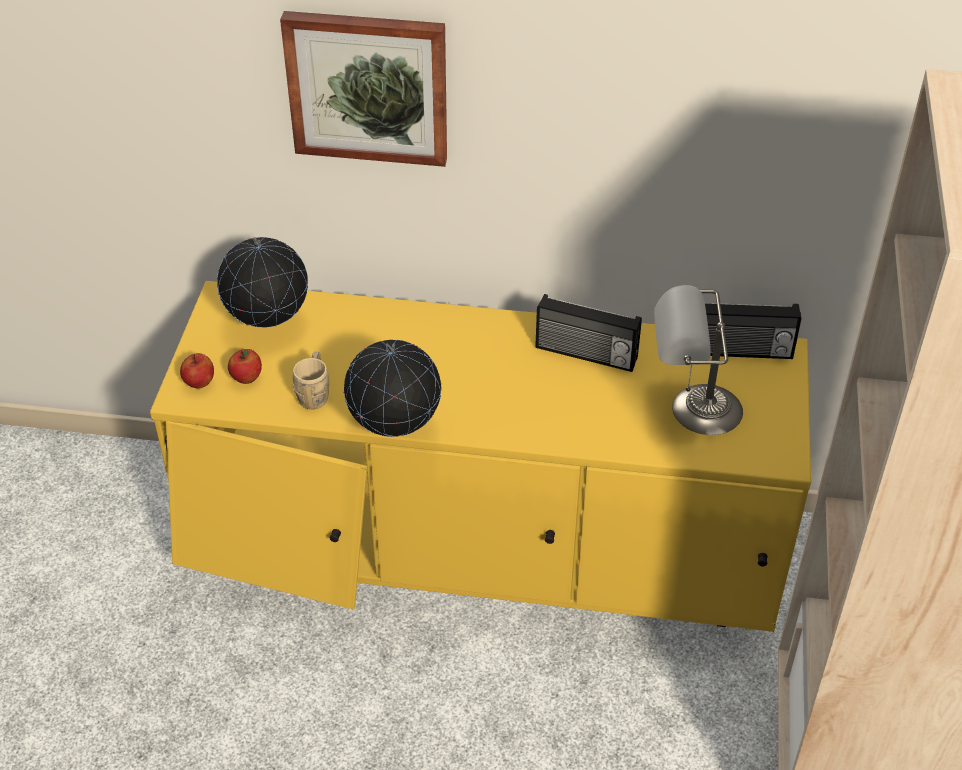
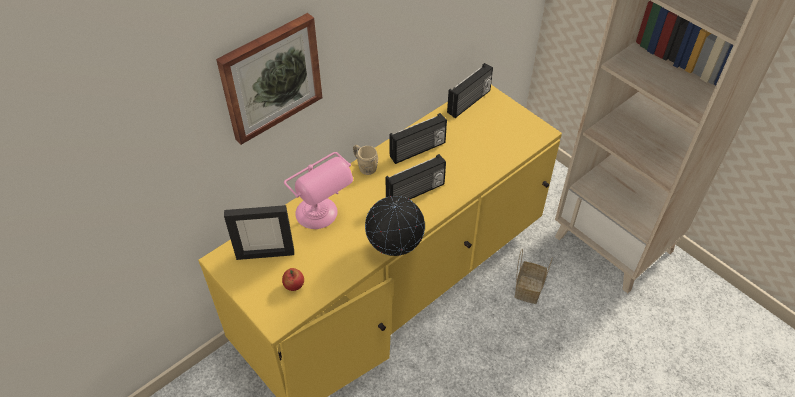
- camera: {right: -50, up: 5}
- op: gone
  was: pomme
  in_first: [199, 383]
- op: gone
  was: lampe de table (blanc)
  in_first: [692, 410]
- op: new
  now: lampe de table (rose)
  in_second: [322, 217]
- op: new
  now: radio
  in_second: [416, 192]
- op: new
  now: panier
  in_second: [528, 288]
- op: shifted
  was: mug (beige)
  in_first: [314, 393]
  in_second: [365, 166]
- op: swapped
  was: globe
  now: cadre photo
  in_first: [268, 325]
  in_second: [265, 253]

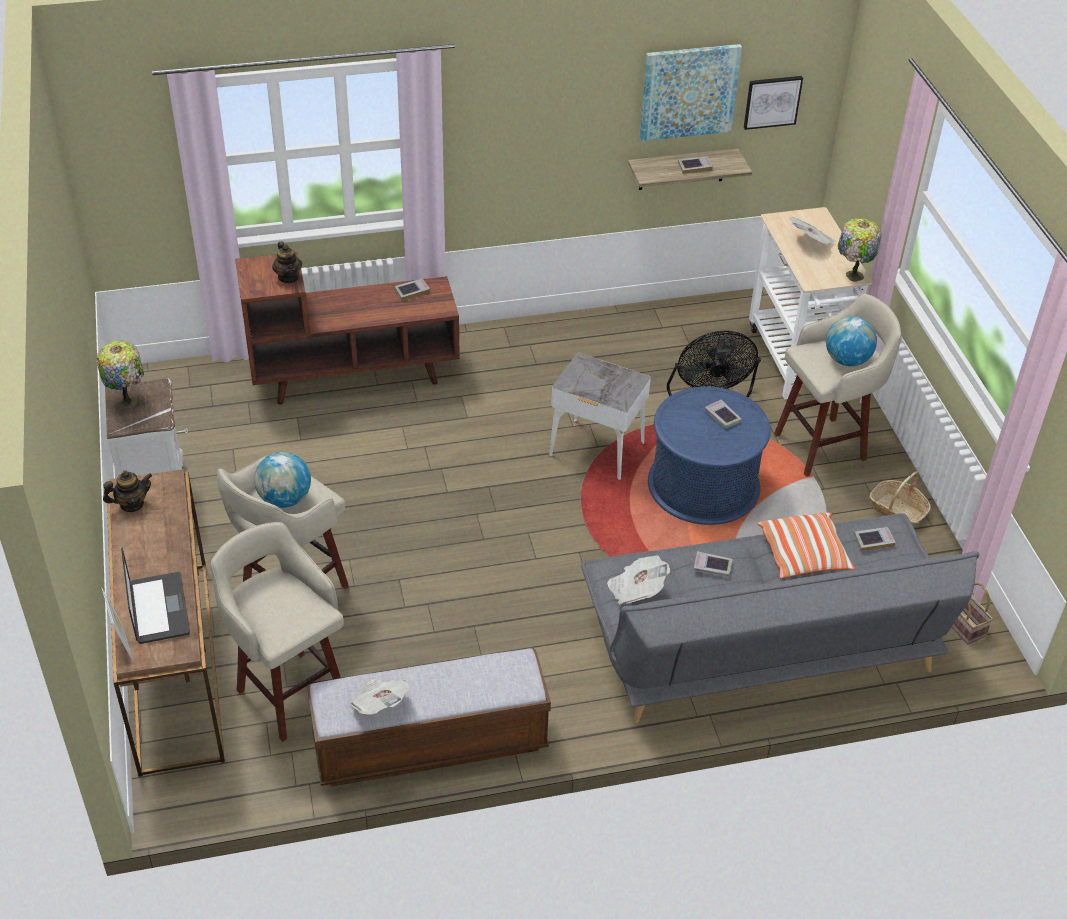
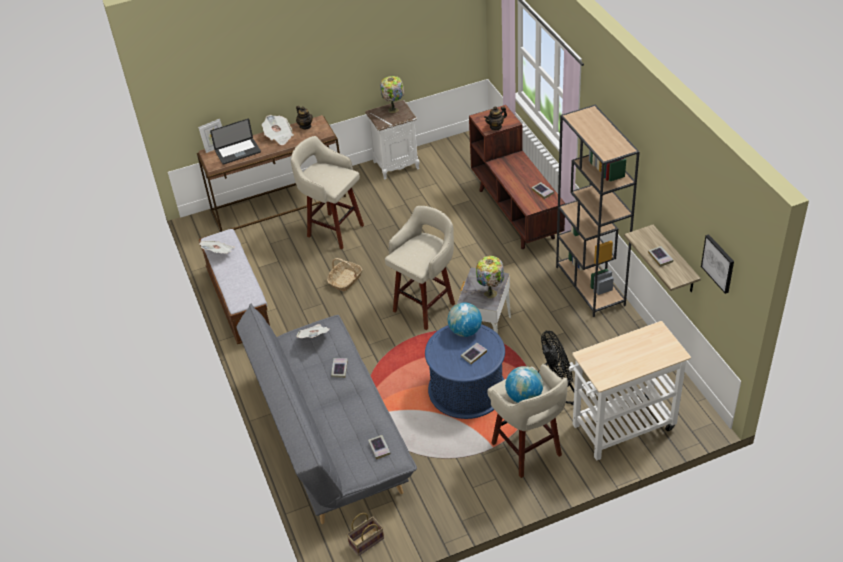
- camera: {right: 85, up: 0}
- op: gone
  was: tableau
  in_first: [689, 91]
- op: gone
  was: coussin
  in_first: [804, 555]
- op: new
  now: bibliothèque
  in_second: [590, 286]
- op: shifted
  was: tabouret (beige)
  in_first: [289, 692]
  in_second: [426, 306]
- op: shifted
  was: globe
  in_first: [285, 499]
  in_second: [465, 331]
- op: shifted
  was: journal
  in_first: [811, 242]
  in_second: [279, 136]
- op: shifted
  was: lampe de table
  in_first: [853, 275]
  in_second: [491, 293]
- op: shifted
  was: panier
  in_first: [897, 510]
  in_second: [345, 280]

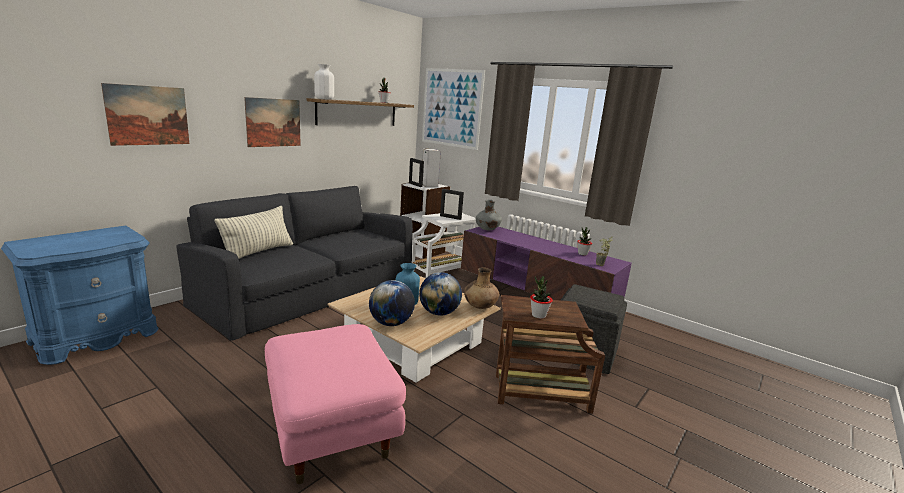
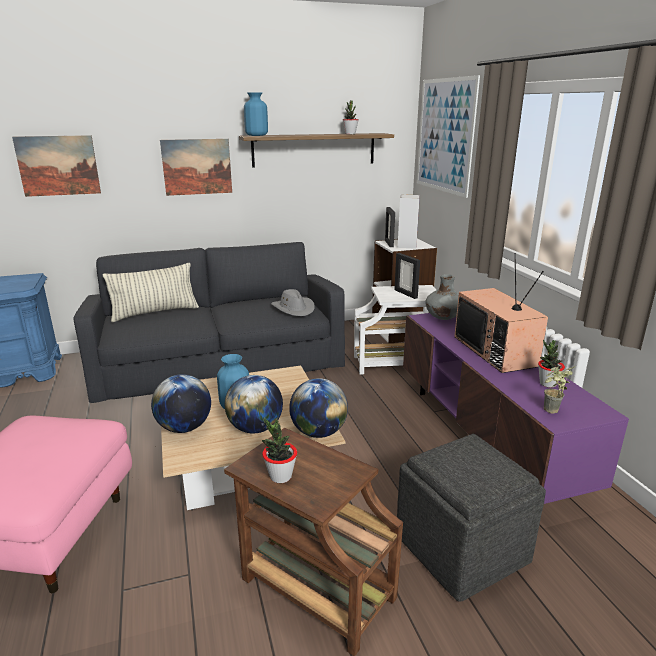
- camera: {right: 35, up: 5}
- op: new
  now: chapeau (gris)
  in_second: [293, 308]
- op: new
  now: téléviseur
  in_second: [496, 351]
- op: swapped
  was: vase (marron)
  now: globe
  in_first: [480, 306]
  in_second: [318, 432]
- op: repainted
  was: vase (blanc)
  now: vase (bleu)
  in_first: [324, 99]
  in_second: [256, 135]

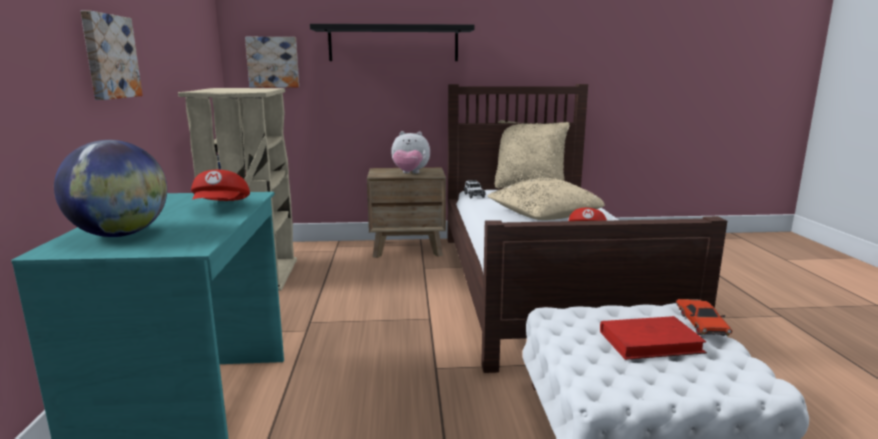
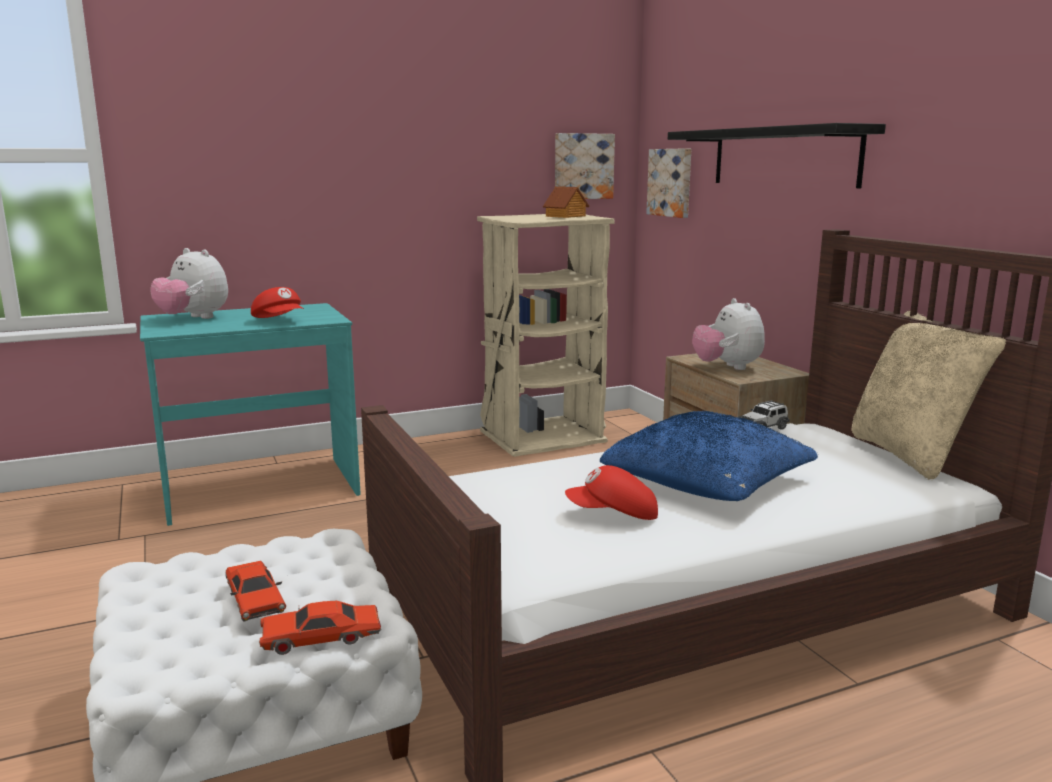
- camera: {right: 70, up: 0}
- op: new
  now: maison miniature
  in_second: [566, 216]
- op: shifted
  was: tableau
  in_first: [109, 57]
  in_second: [583, 166]
- op: swapped
  was: globe
  now: peluche
  in_first: [120, 234]
  in_second: [193, 318]
- op: swapped
  was: livre (rouge)
  now: petite voiture (rouge)
  in_first: [650, 342]
  in_second: [255, 600]
- op: repainted
  was: coussin (beige)
  now: coussin (bleu)
  in_first: [545, 214]
  in_second: [707, 480]
- op: rotated
  was: casquette (rouge)
  in_first: [222, 207]
  in_second: [280, 321]
  clockwise: -105

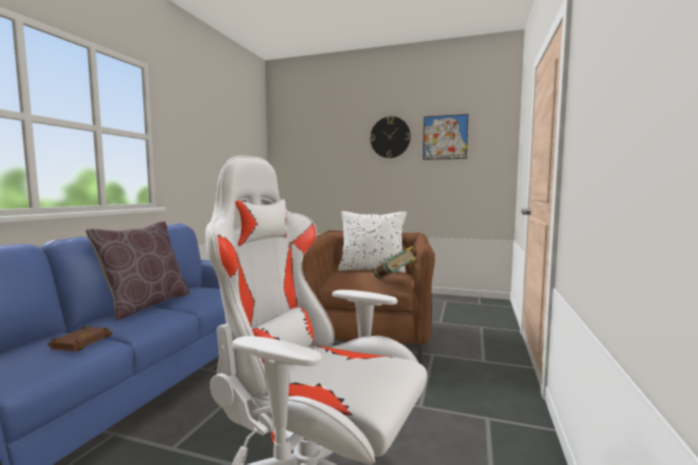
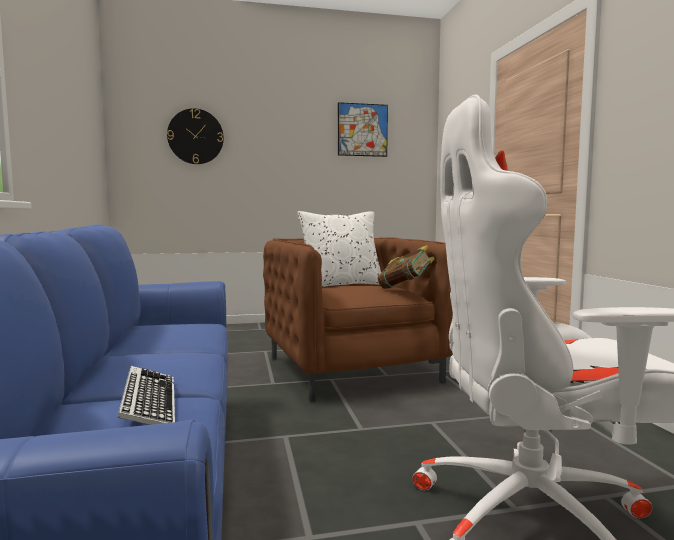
- camera: {right: -30, up: 0}
- op: gone
  was: coussin (marron)
  in_first: [146, 305]
- op: shifted
  was: horloge murale
  in_first: [390, 137]
  in_second: [195, 136]
- op: swapped
  was: livre (marron)
  now: clavier
  in_first: [81, 342]
  in_second: [149, 405]

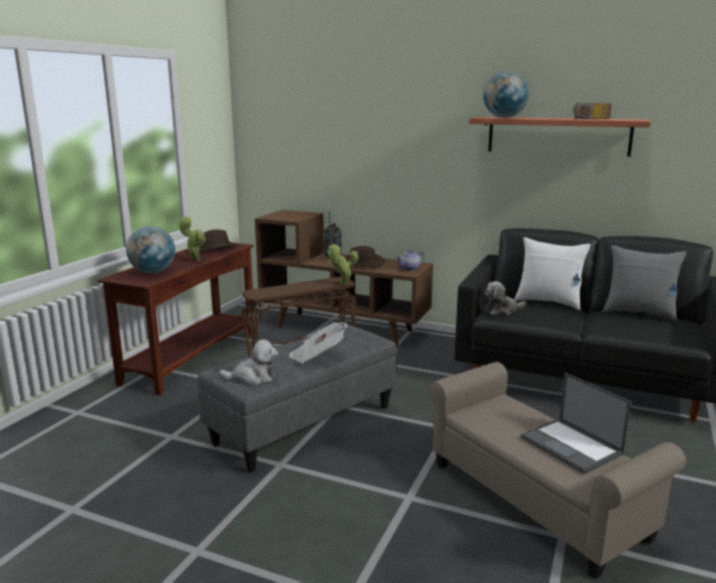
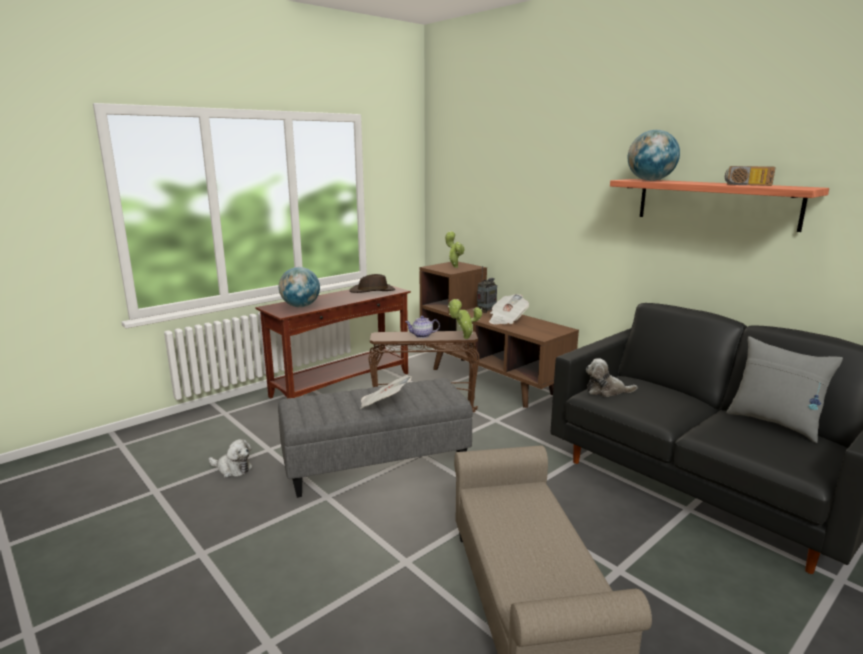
- camera: {right: 25, up: 0}
- op: gone
  was: coussin (blanc)
  in_first: [548, 303]
- op: gone
  was: ordinateur portable
  in_first: [572, 446]
- op: shifted
  was: plante en pot
  in_first: [195, 259]
  in_second: [454, 267]
- op: shifted
  was: peluche
  in_first: [253, 377]
  in_second: [232, 469]
- op: shifted
  was: théière
  in_first: [410, 269]
  in_second: [422, 335]
- op: swapped
  was: chapeau (marron)
  now: journal
  in_first: [361, 263]
  in_second: [506, 320]

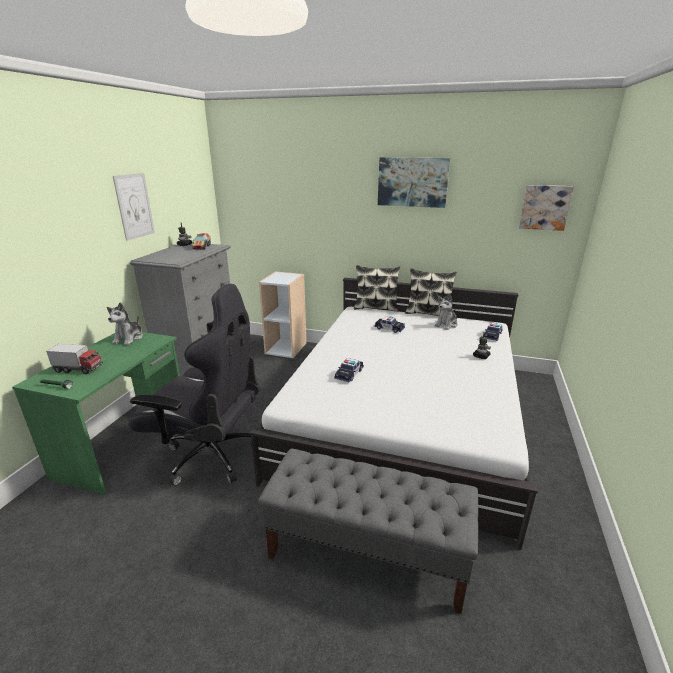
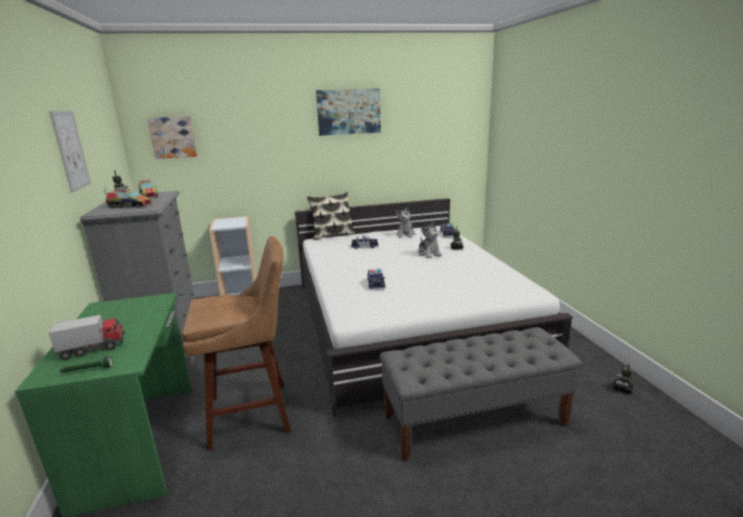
- camera: {right: -30, up: -5}
- op: gone
  was: coussin
  in_first: [428, 313]
- op: new
  now: camion jouet
  in_second: [130, 206]
- op: new
  now: robot jouet
  in_second: [622, 389]
- op: shifted
  was: peluche
  in_first: [129, 338]
  in_second: [429, 254]
- op: shifted
  was: tableau
  in_first: [544, 207]
  in_second: [173, 137]
- op: swapped
  was: chaise de bureau (noir)
  now: tabouret (marron)
  in_first: [206, 455]
  in_second: [253, 413]

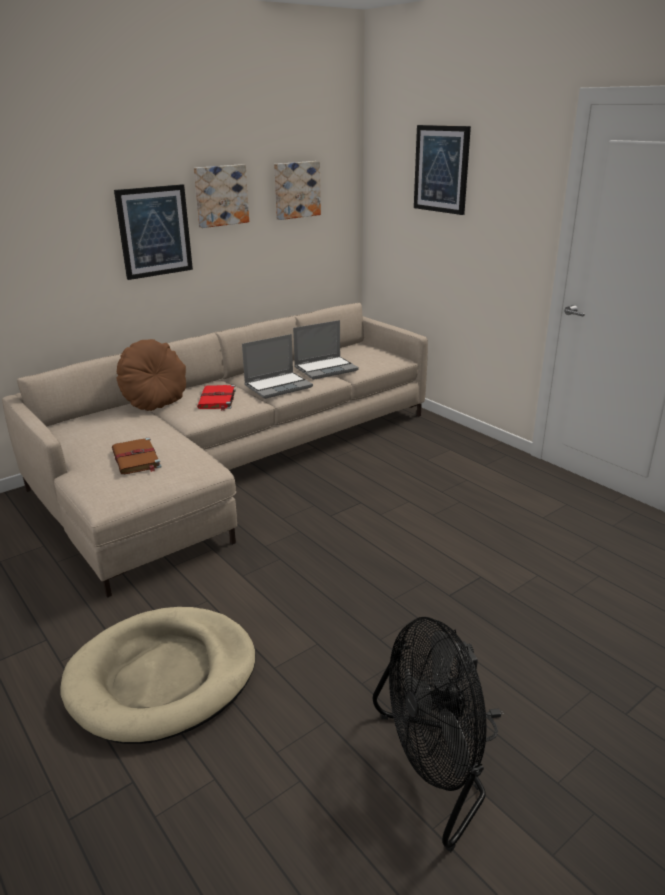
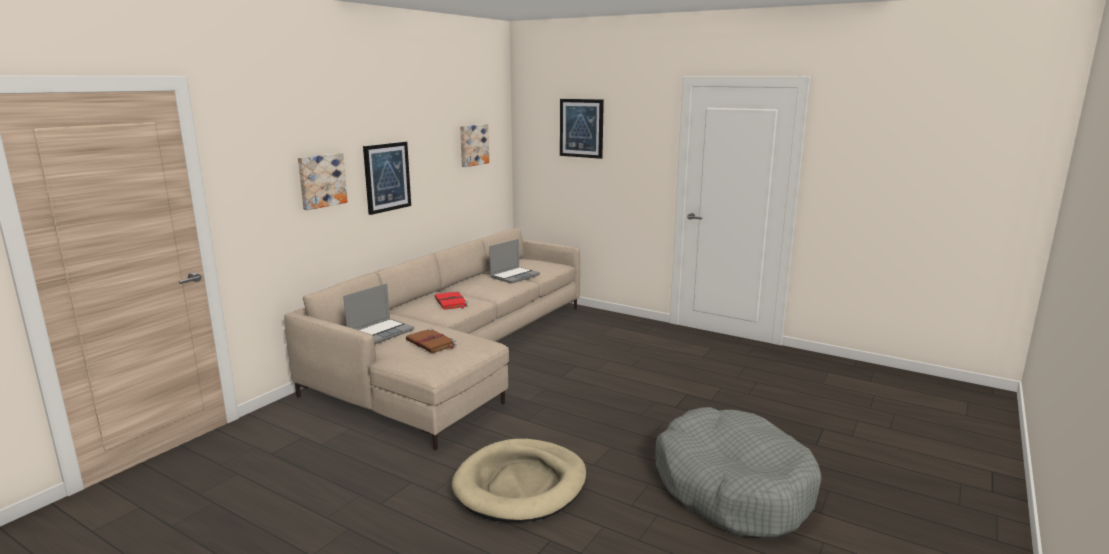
- camera: {right: -20, up: -10}
- op: gone
  was: coussin (marron)
  in_first: [156, 405]
- op: shifted
  was: tableau
  in_first: [220, 195]
  in_second: [321, 180]
- op: shifted
  was: ordinateur portable
  in_first: [278, 386]
  in_second: [380, 332]
- op: swapped
  was: ventilateur (noir)
  now: panier pour chien (gris)
  in_first: [440, 762]
  in_second: [732, 488]

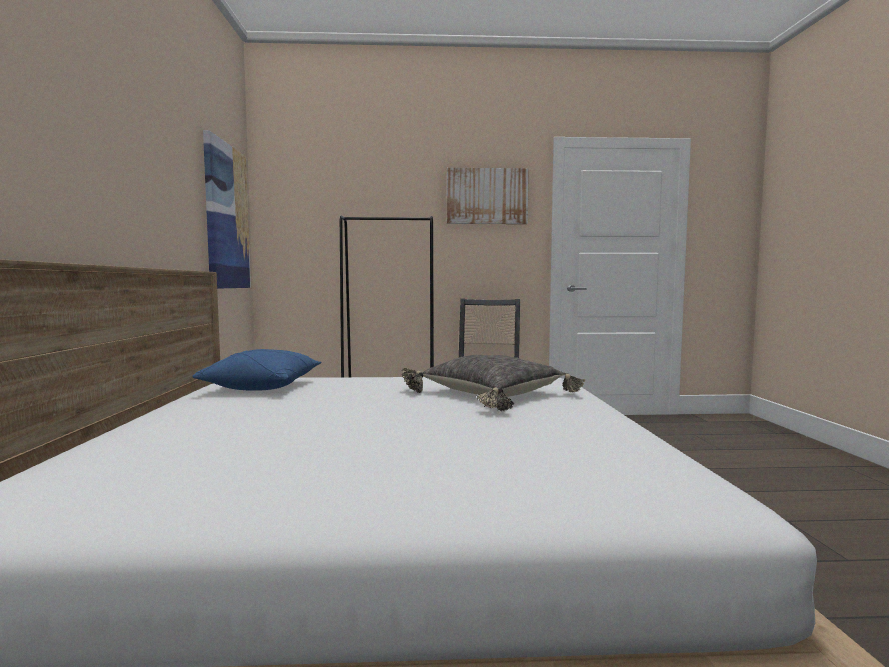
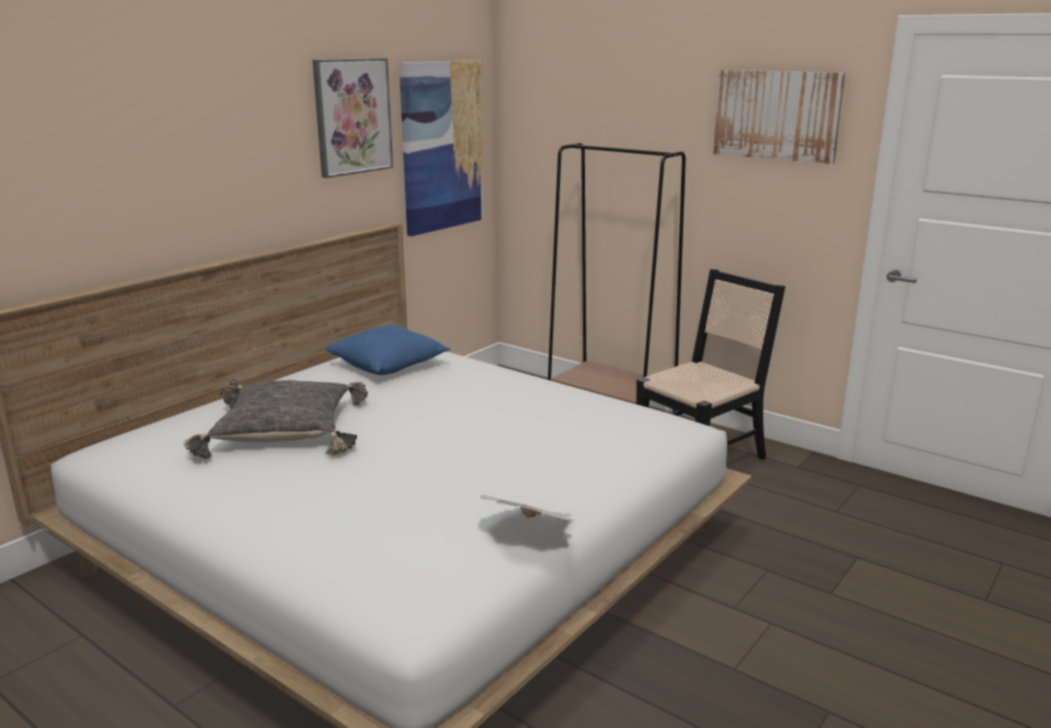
- camera: {right: 40, up: 15}
- op: new
  now: tableau
  in_second: [352, 116]
- op: new
  now: journal
  in_second: [532, 531]
- op: shifted
  was: coussin
  in_first: [492, 392]
  in_second: [284, 428]

